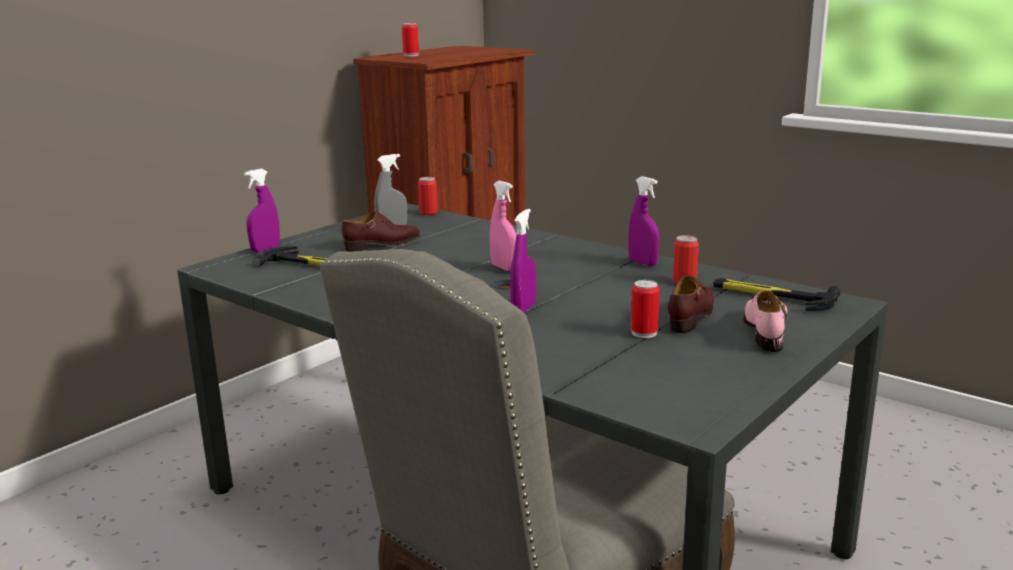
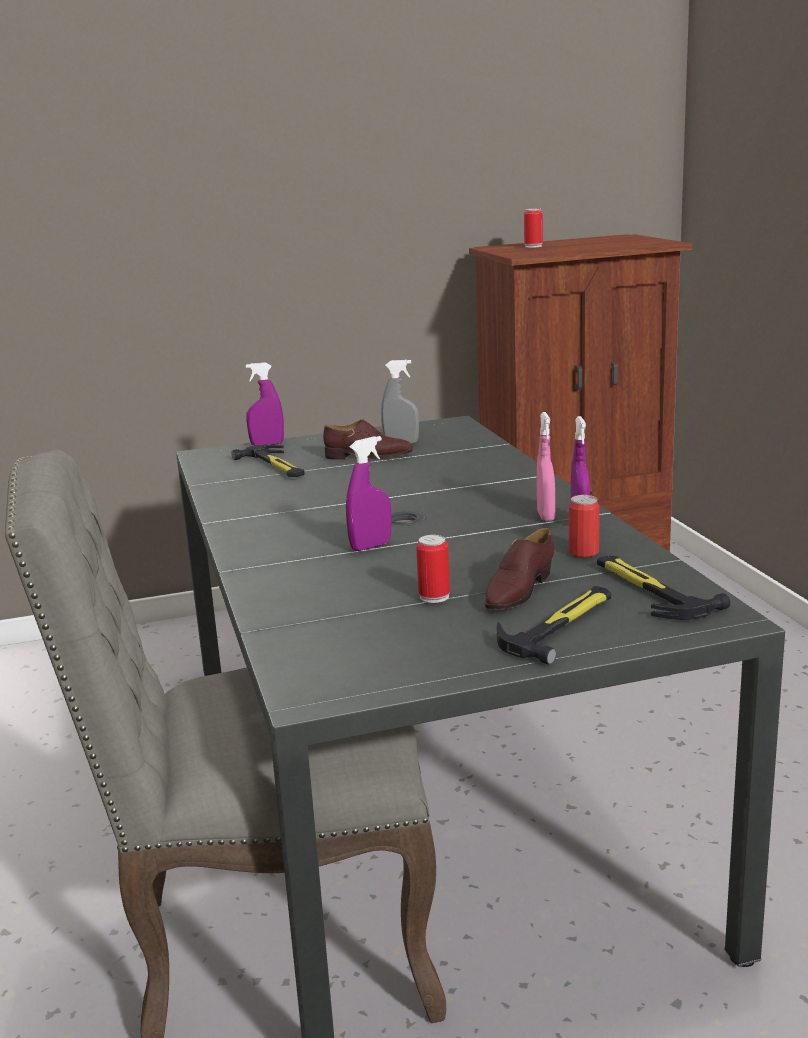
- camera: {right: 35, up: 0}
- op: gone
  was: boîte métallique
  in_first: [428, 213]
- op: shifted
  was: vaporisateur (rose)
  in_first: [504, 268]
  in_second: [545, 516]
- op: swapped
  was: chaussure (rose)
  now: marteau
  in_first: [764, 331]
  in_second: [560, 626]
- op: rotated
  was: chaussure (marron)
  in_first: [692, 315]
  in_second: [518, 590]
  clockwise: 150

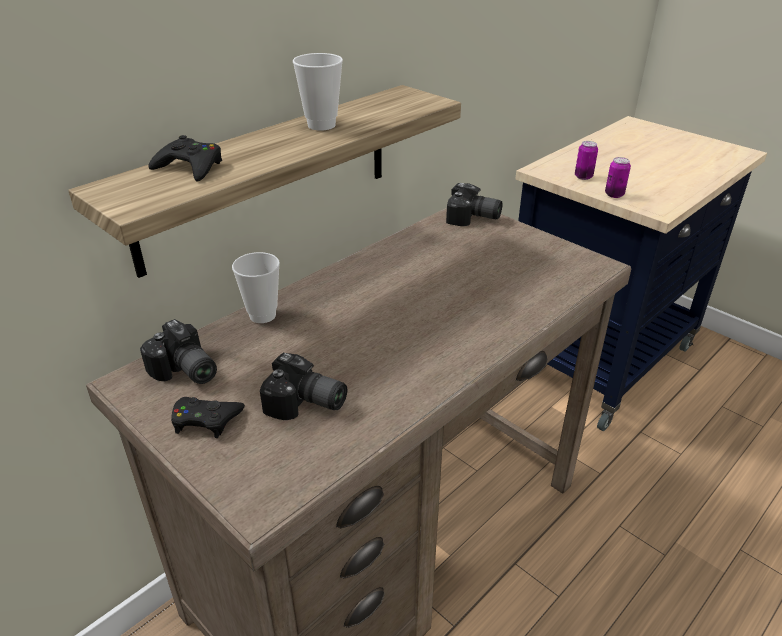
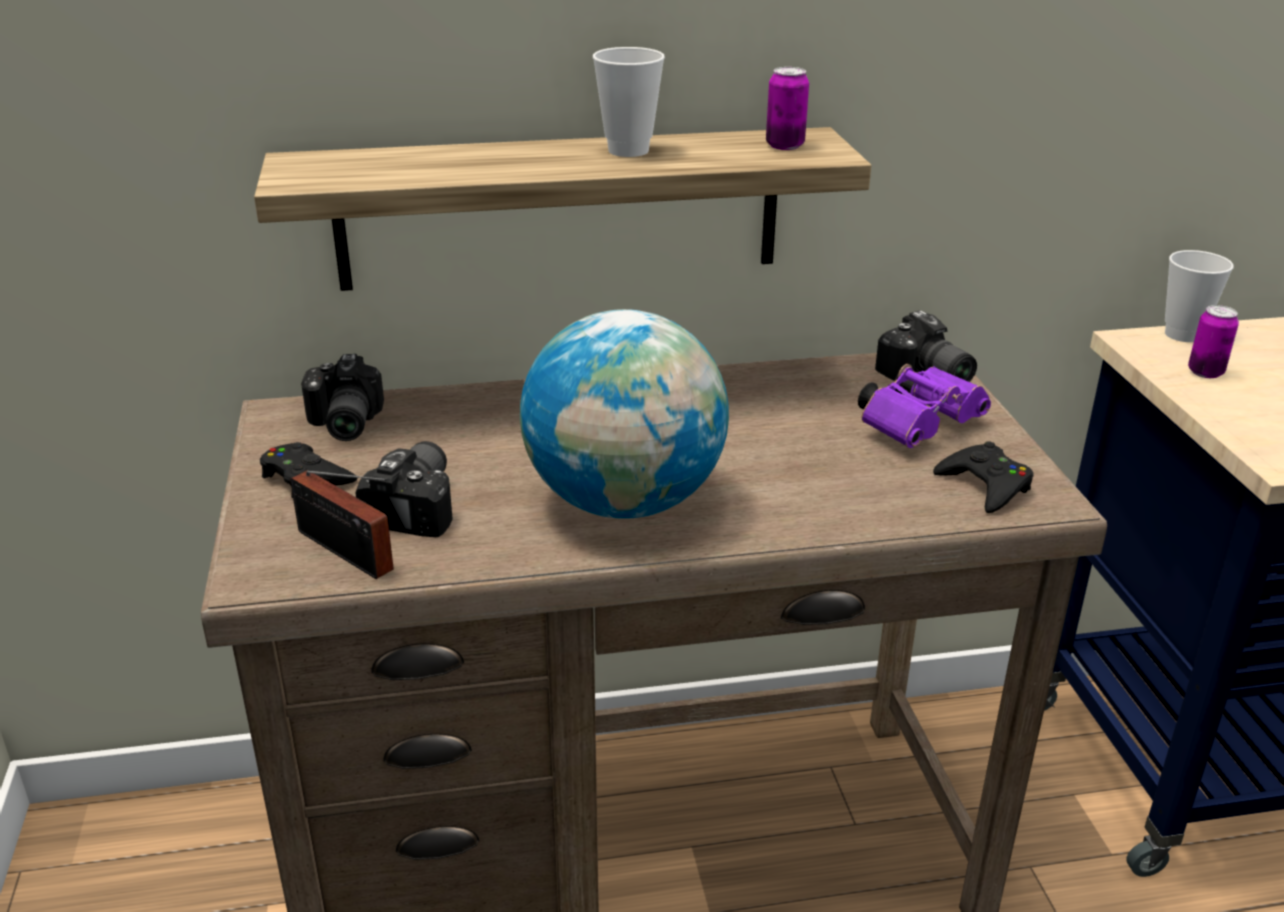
- camera: {right: 35, up: -5}
- op: new
  now: radio
  in_second: [348, 554]
- op: new
  now: globe
  in_second: [624, 502]
- op: new
  now: jumelles (violet)
  in_second: [920, 425]
- op: shifted
  was: manette (noir)
  in_first: [190, 167]
  in_second: [985, 486]
- op: shifted
  was: tasse
  in_first: [262, 315]
  in_second: [1182, 335]
- op: shifted
  was: boîte métallique
  in_first: [614, 194]
  in_second: [784, 145]
- op: rotated
  was: appareil photo
  in_first: [305, 405]
  in_second: [420, 506]
  clockwise: -135

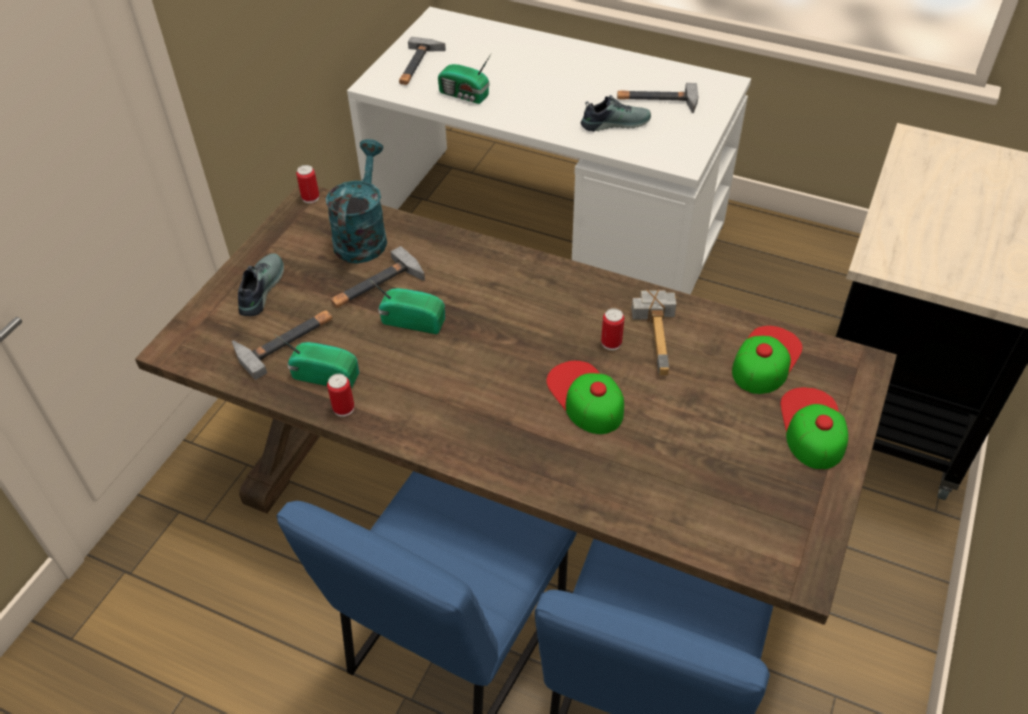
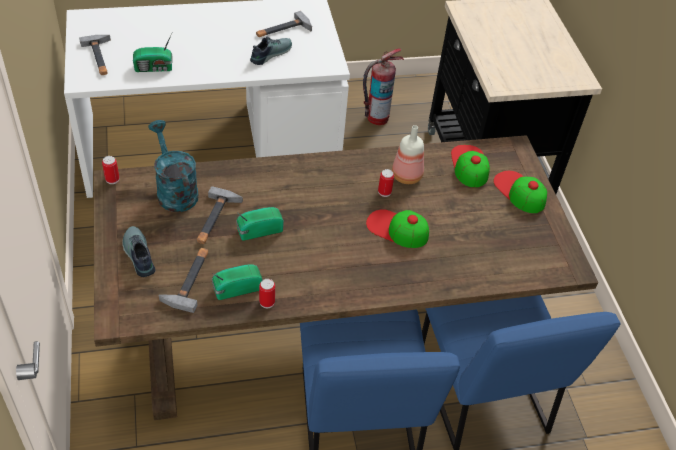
- camera: {right: -40, up: 0}
- op: new
  now: extincteur
  in_second: [377, 117]
- op: swapped
  was: marteau
  now: bouteille
  in_first: [662, 336]
  in_second: [407, 176]

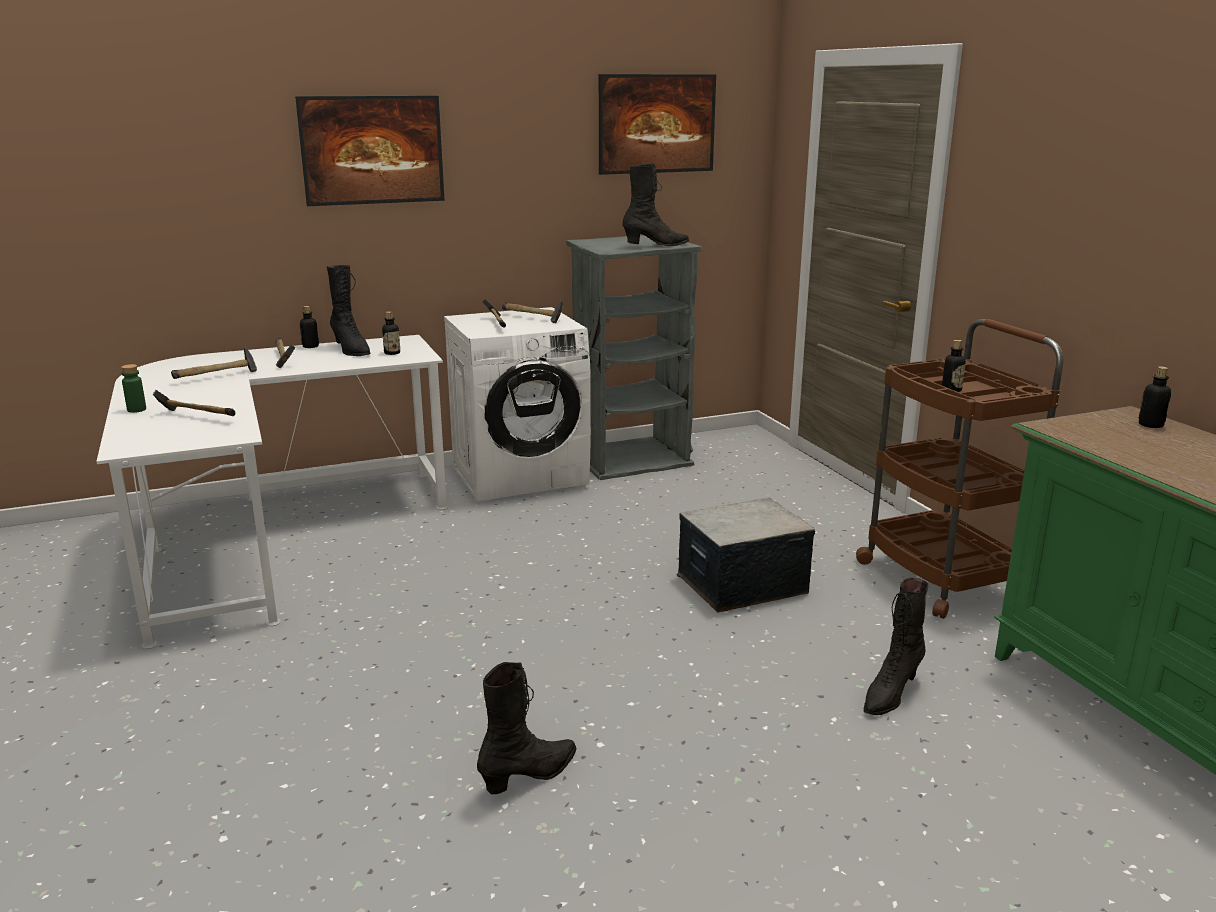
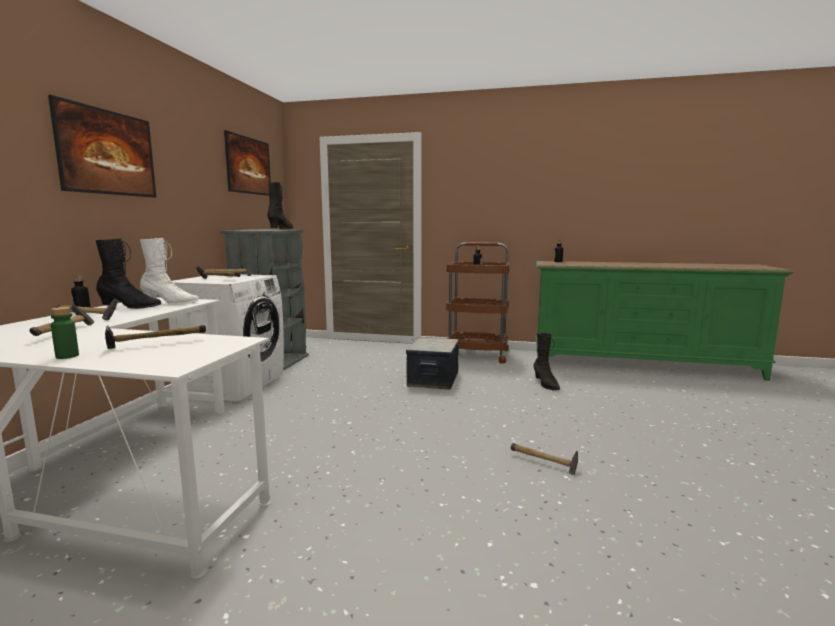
- camera: {right: -55, up: -10}
- op: swapped
  was: bouteille
  now: botte (blanc)
  in_first: [392, 353]
  in_second: [170, 303]
- op: swapped
  was: botte (noir)
  now: marteau
  in_first: [530, 775]
  in_second: [544, 463]

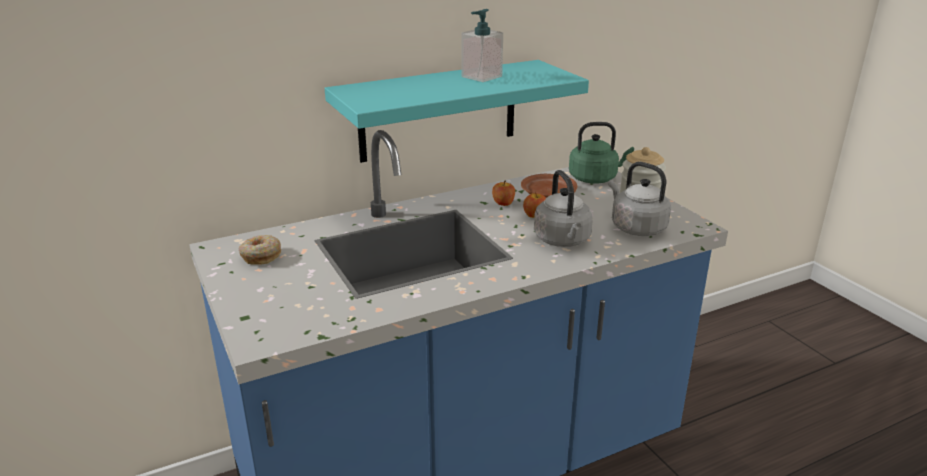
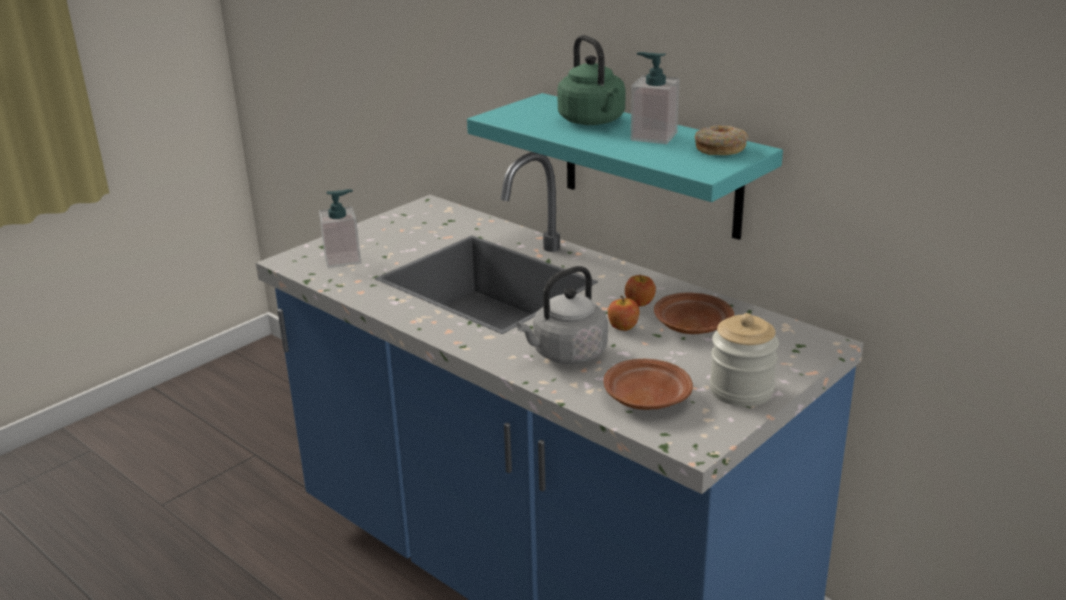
- camera: {right: 70, up: 0}
- op: new
  now: distributeur de savon
  in_second: [343, 259]
- op: shifted
  was: beignet
  in_first: [261, 256]
  in_second: [720, 149]
- op: shifted
  was: bouilloire (vert)
  in_first: [595, 178]
  in_second: [593, 121]
- op: swapped
  was: bouilloire (gris)
  now: assiette (marron)
  in_first: [636, 227]
  in_second: [646, 397]

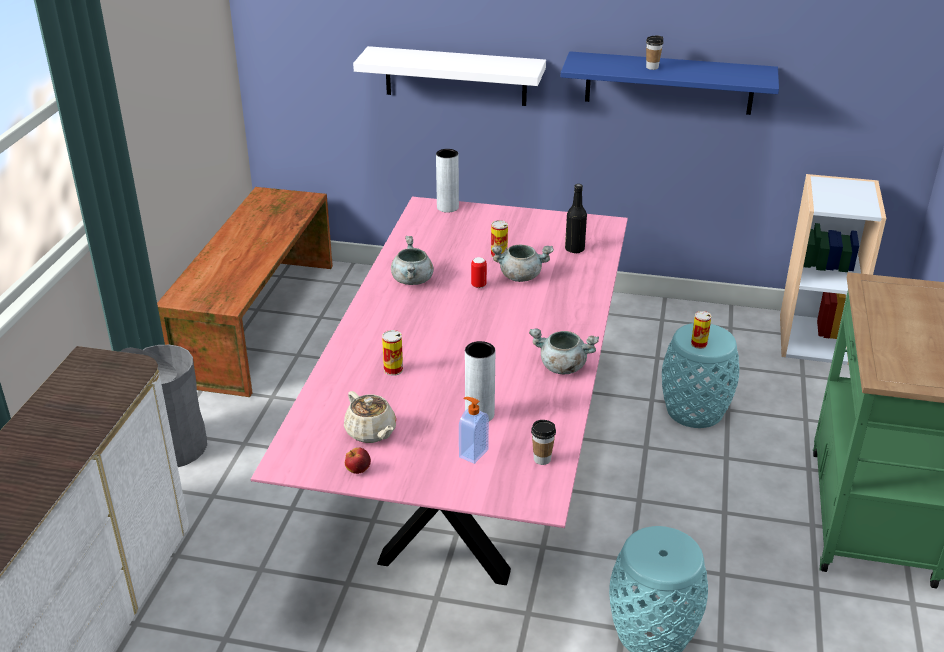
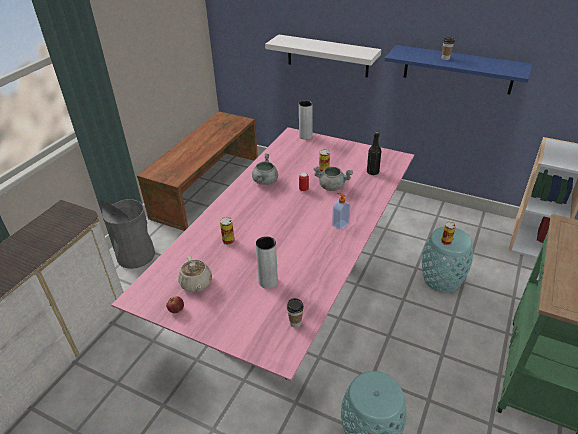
- camera: {right: 15, up: 5}
- op: gone
  was: marmite (gris)
  in_first: [562, 367]
- op: shifted
  was: distributeur de savon
  in_first: [472, 453]
  in_second: [340, 224]

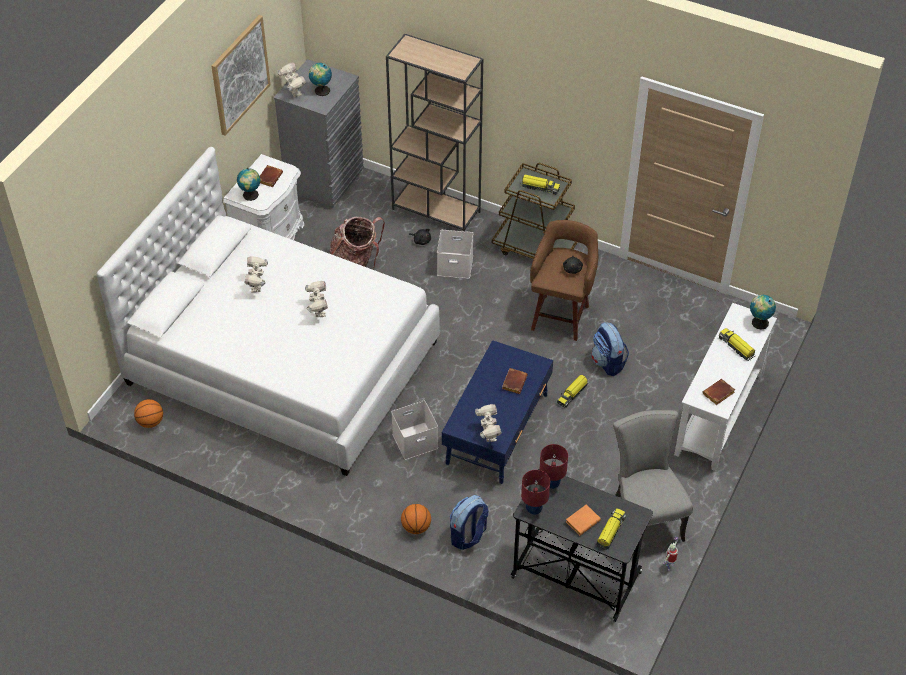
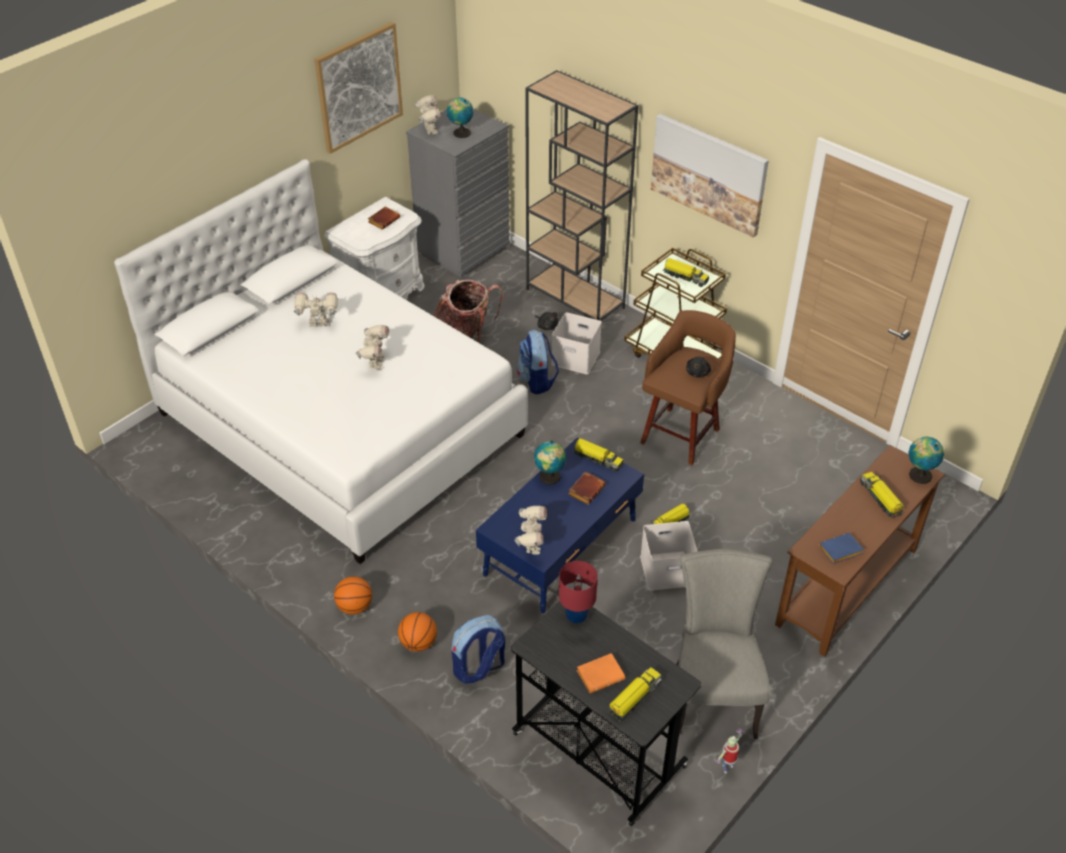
- camera: {right: 15, up: -5}
- op: gone
  was: lampe de table (rouge)
  in_first: [533, 508]
- op: new
  now: camion jouet
  in_second: [597, 459]
- op: new
  now: tableau
  in_second: [708, 174]
- op: shifted
  was: ballon de basket
  in_first: [150, 422]
  in_second: [355, 607]
- op: shifted
  was: globe
  in_first: [250, 196]
  in_second: [549, 478]
- op: shifted
  was: boîte de rangement (blanc)
  in_first: [414, 441]
  in_second: [666, 571]
- op: shifted
  was: sac à dos
  in_first: [608, 362]
  in_second: [537, 381]
- op: repainted
  was: table console (blanc)
  now: table console (marron)
  in_first: [718, 415]
  in_second: [847, 588]
- op: repainted
  was: livre (marron)
  now: livre (bleu)
  in_first: [718, 394]
  in_second: [840, 552]
- op: rotated
  was: robot jouet
  in_first: [257, 286]
  in_second: [319, 324]
  clockwise: 75

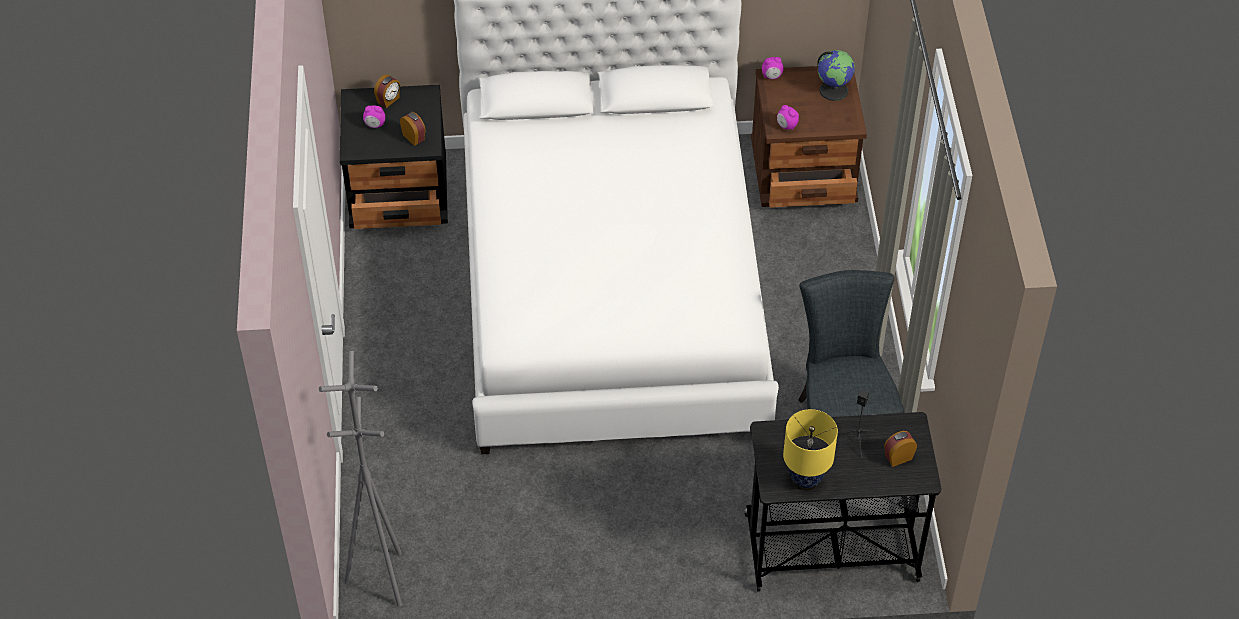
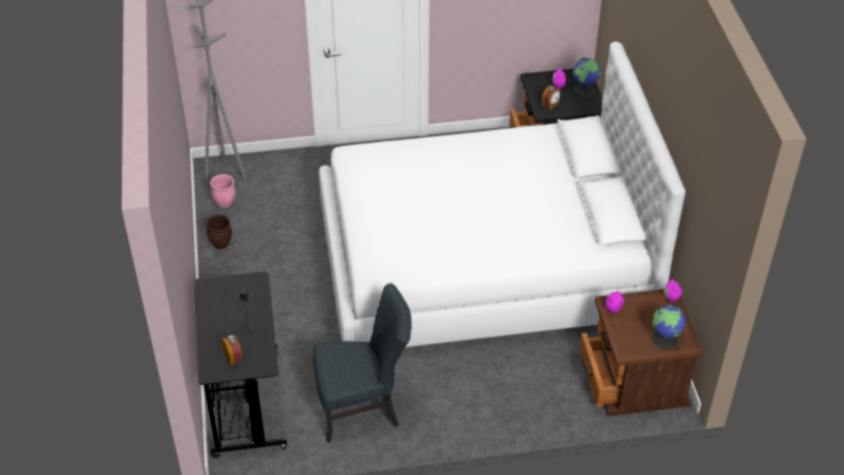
- camera: {right: 85, up: -5}
- op: gone
  was: lampe de table (jaune)
  in_first: [806, 480]
- op: new
  now: cache-pot (marron)
  in_second: [221, 244]
- op: new
  now: cache-pot (rose)
  in_second: [225, 204]
- op: swapped
  was: réveil
  now: globe
  in_first: [388, 100]
  in_second: [584, 89]

